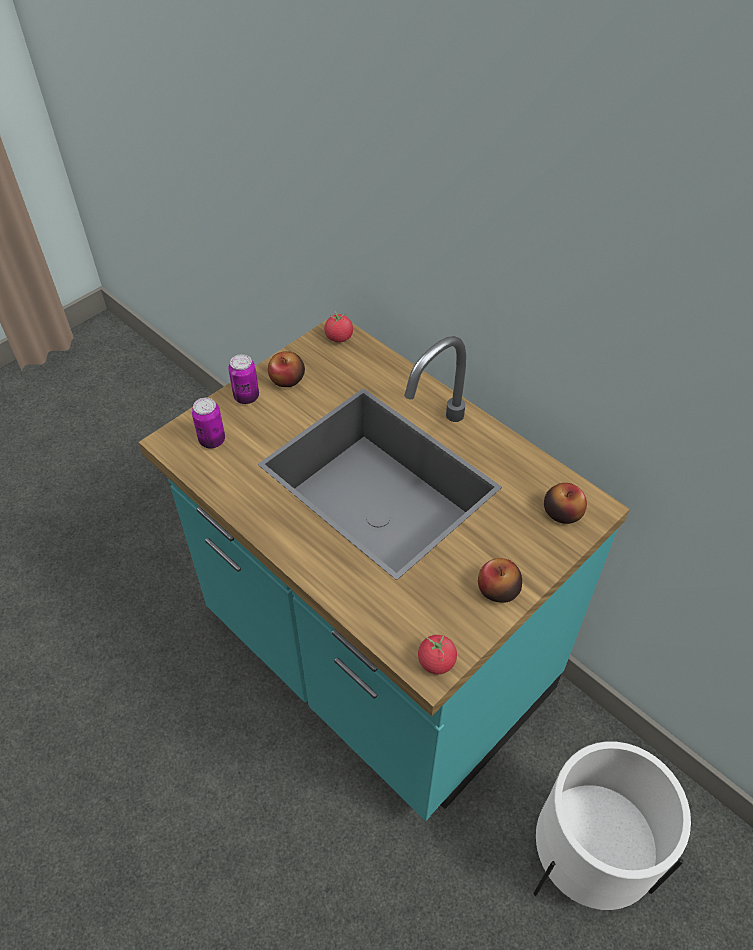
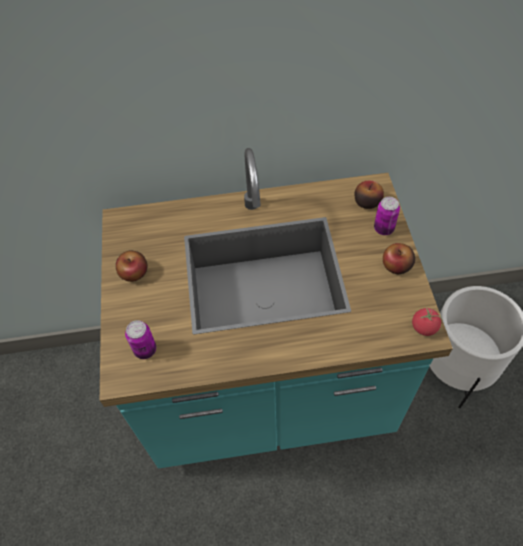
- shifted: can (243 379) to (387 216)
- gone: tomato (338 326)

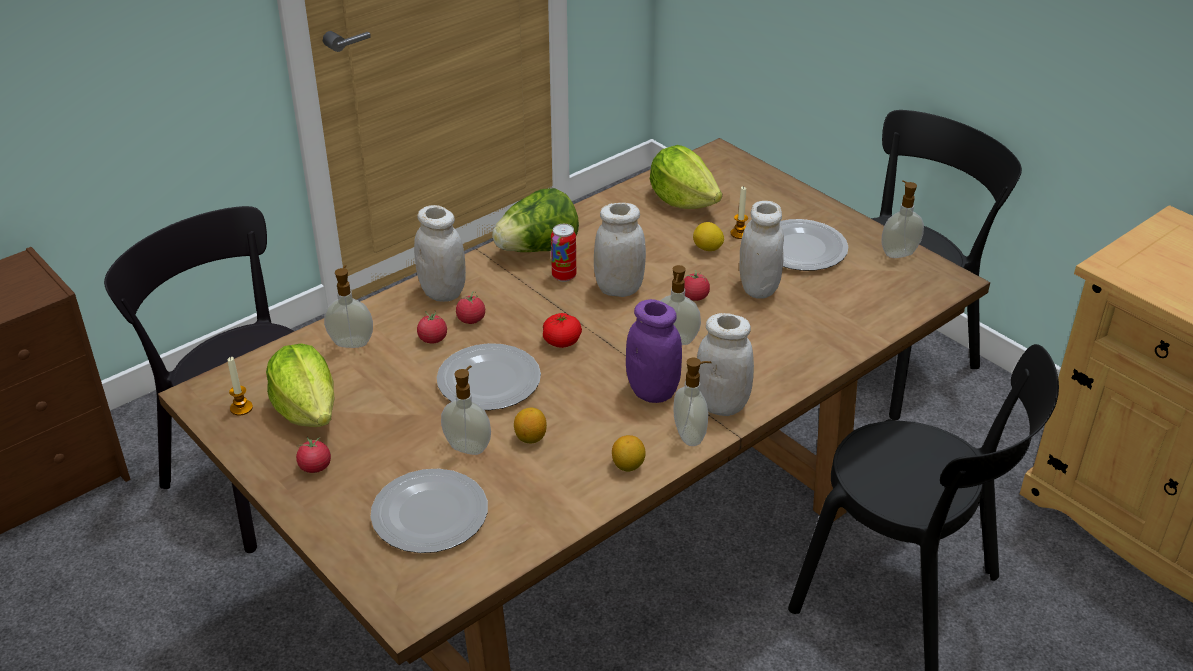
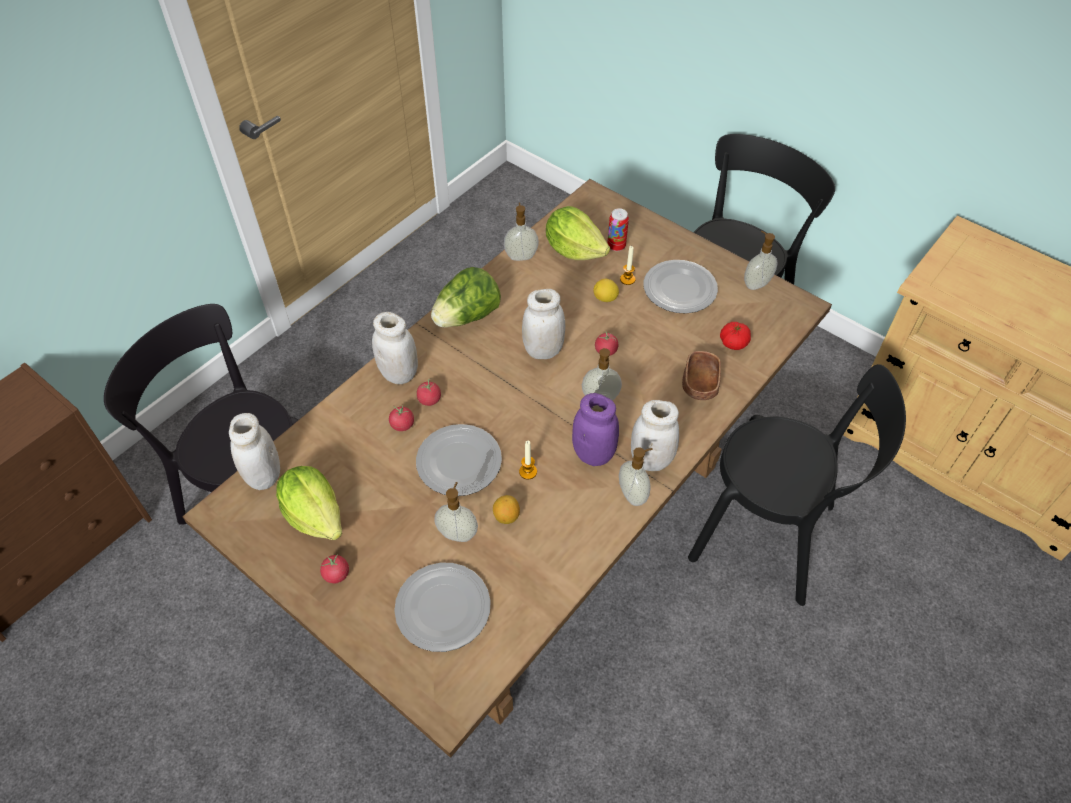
- shifted: white jar (762 250) to (254 451)
- shifted: soap dispenser (348 306) to (521 231)
- shifted: candle (240 386) to (528 460)
- shifted: can (563 253) to (618 229)
- new: brown bowl (701 375)
- shifted: tomato (562 330) to (735 336)
- gone: lemon (629 453)

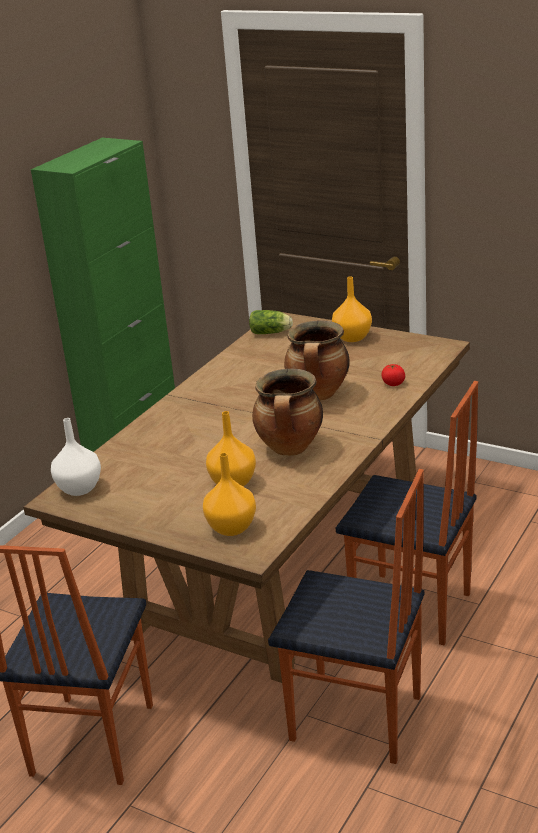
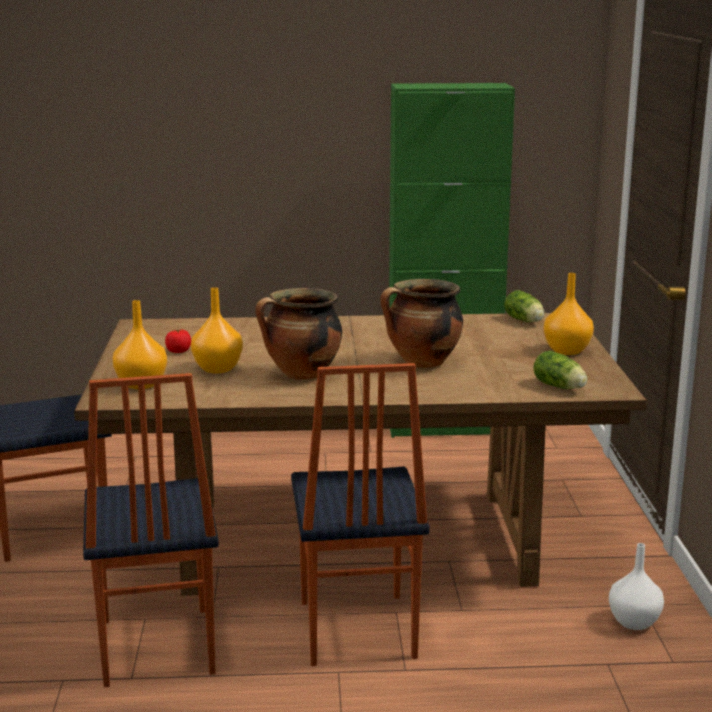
- shifted: tomato (393 375) to (178 341)
- new: lettuce (560 369)
- shifted: white vase (76 457) to (636 586)

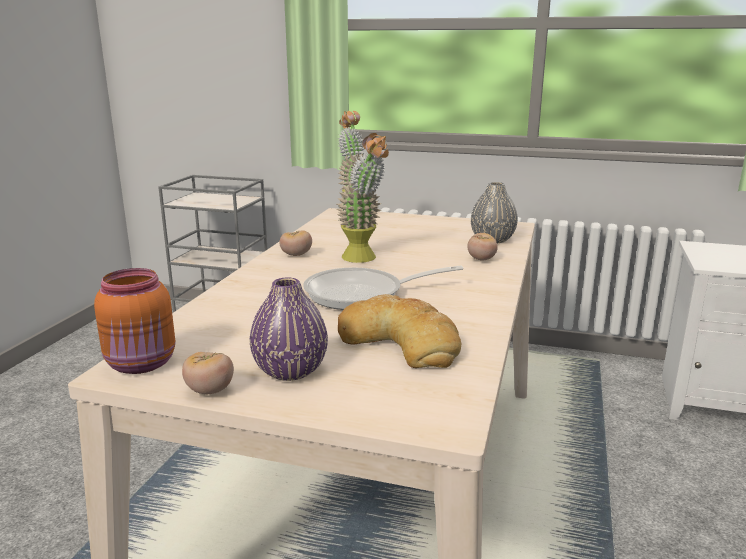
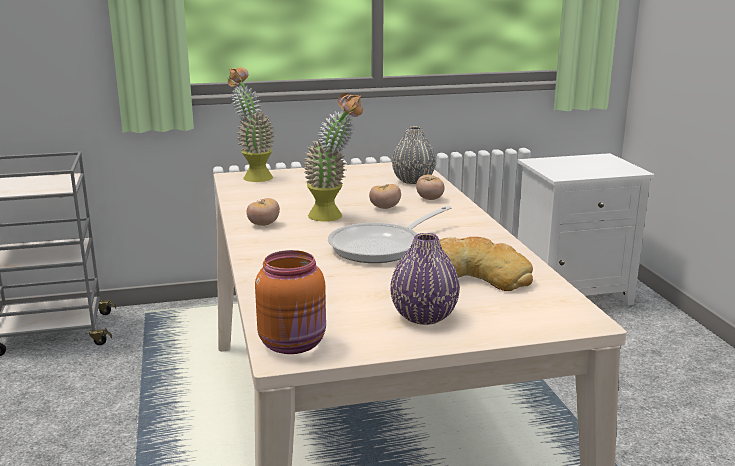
- shifted: tomato (208 373) to (385 196)

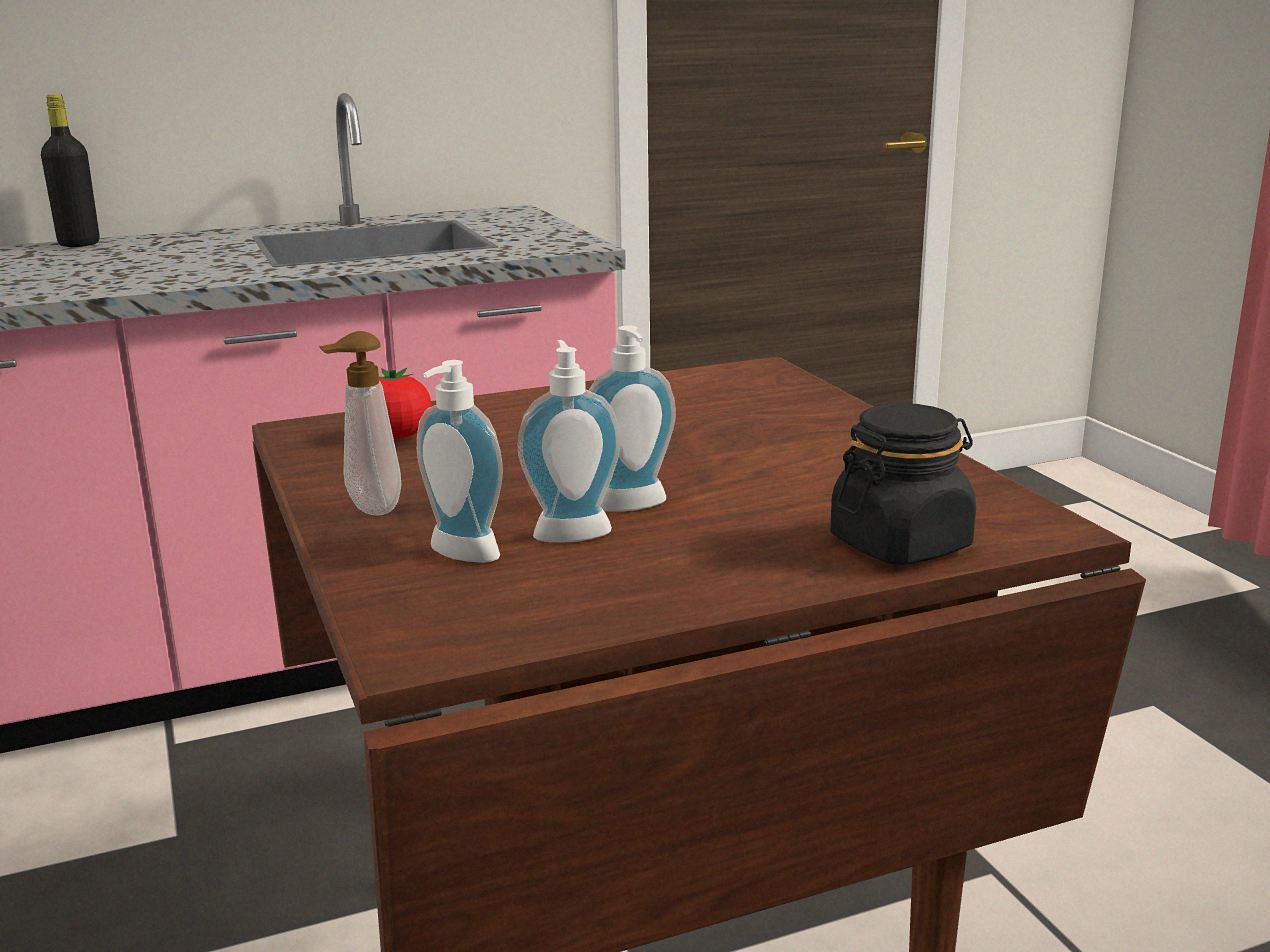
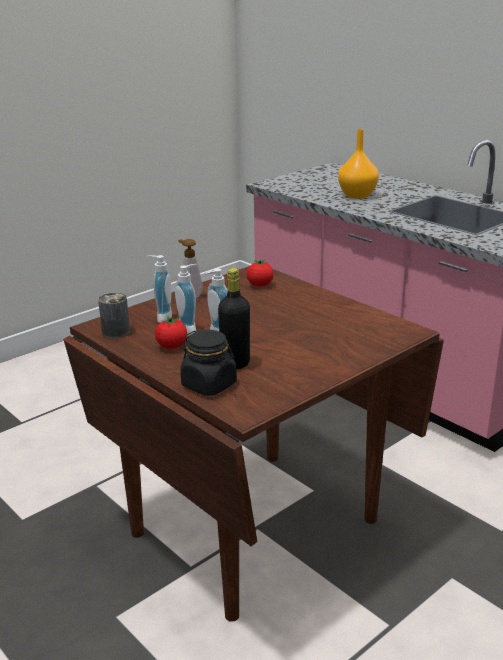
- new: can (114 315)
- new: tomato (171 332)
- shifted: black bottle (70 170) to (234 319)
- new: orange vase (358 163)

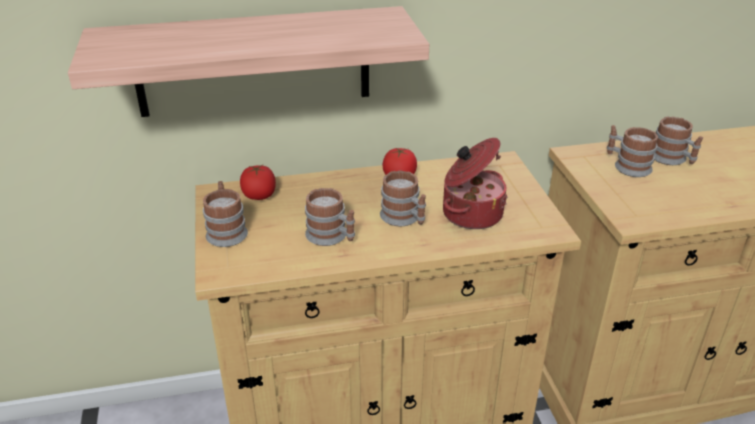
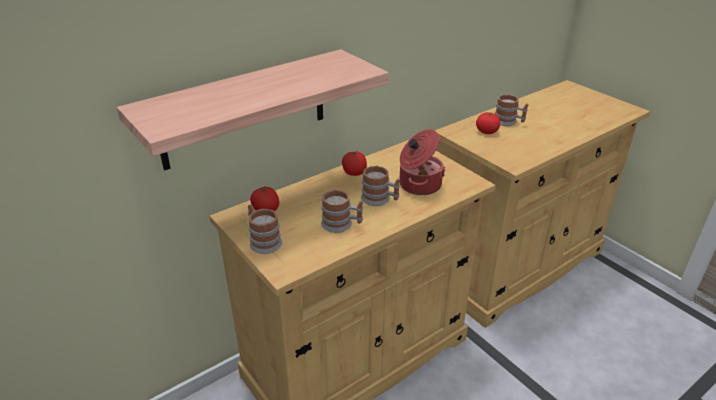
- swapped: mug (632 151) to tomato (488 123)

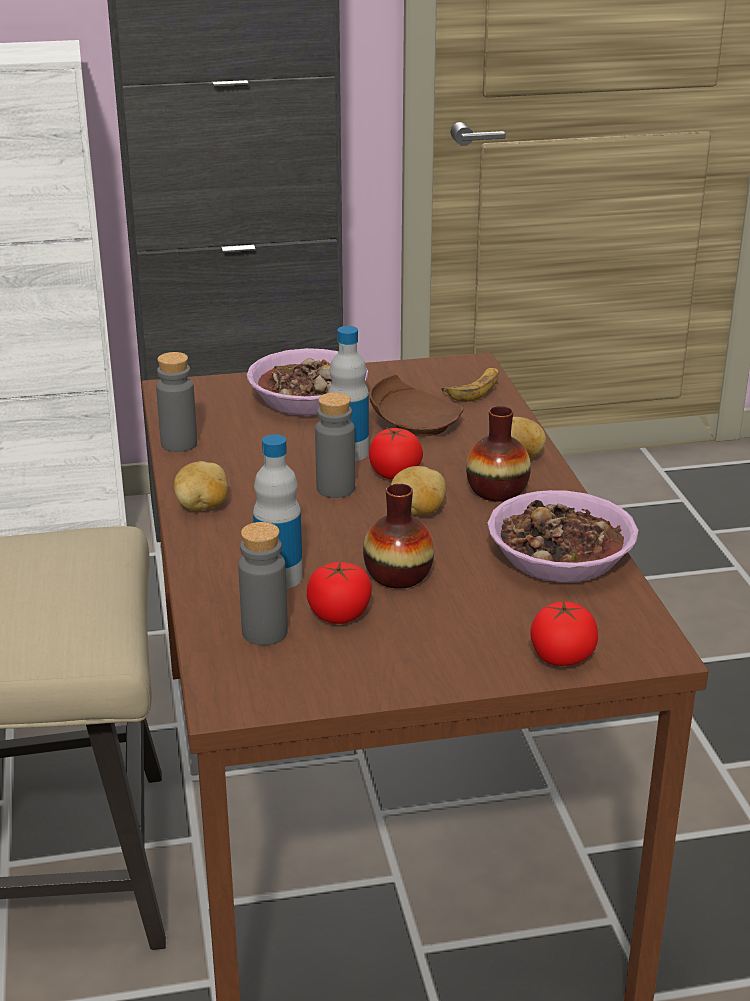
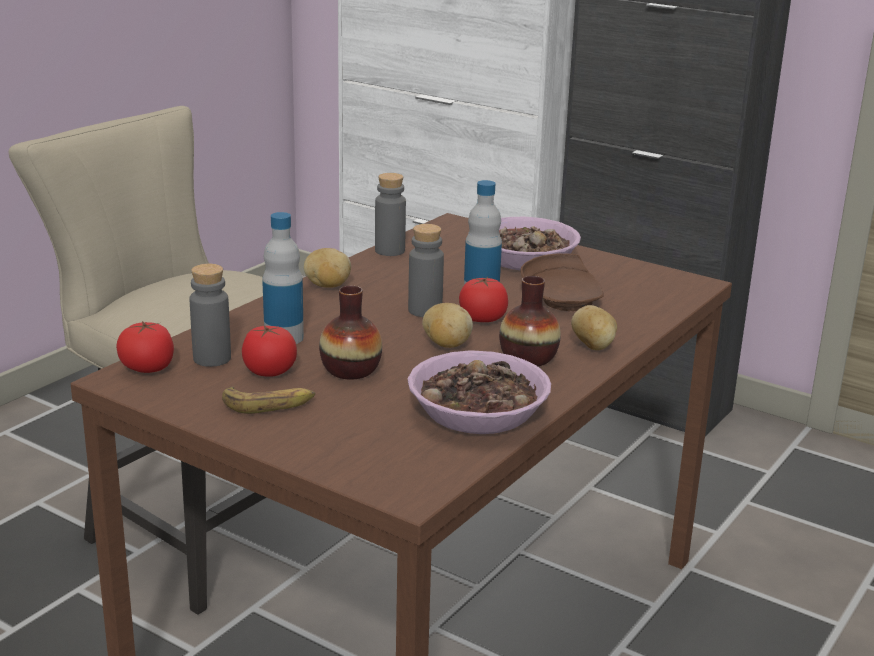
- shifted: tomato (564 632) to (145 347)
- shifted: banana (470 385) to (268 400)

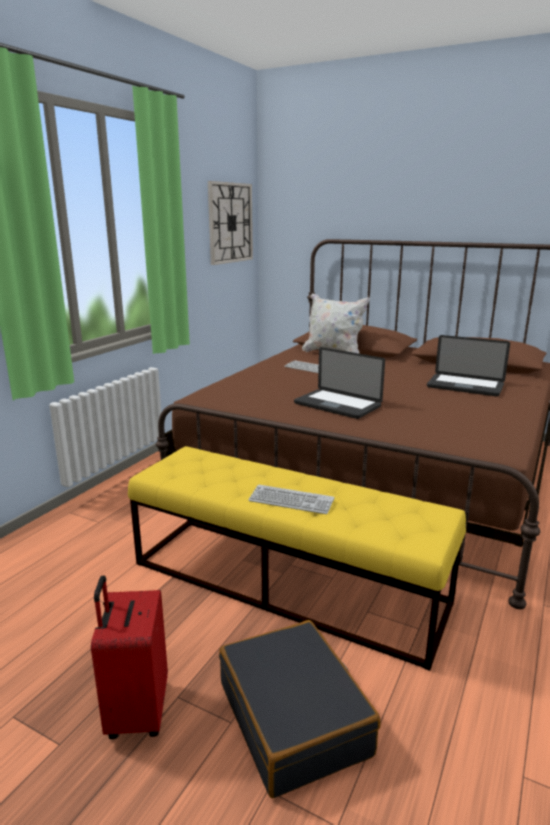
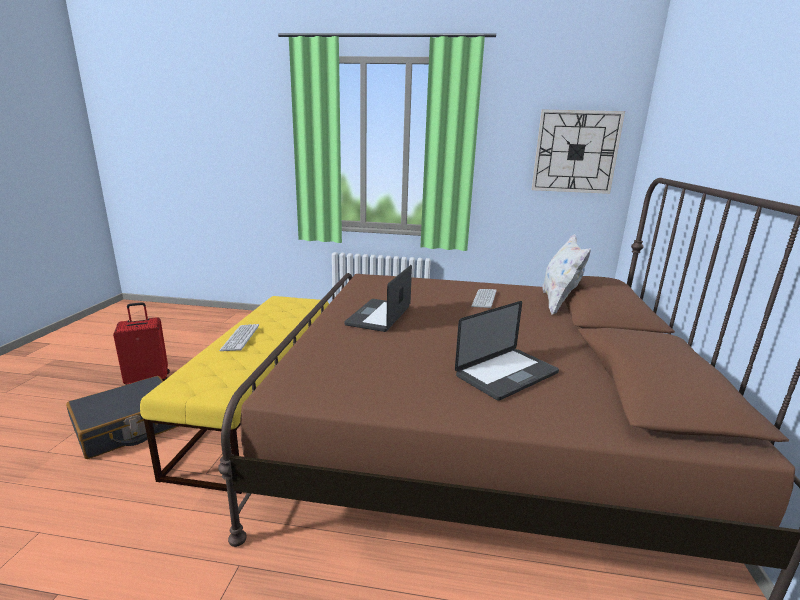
- rotated: laptop (468 365) = (507 351) 135 degrees counterclockwise

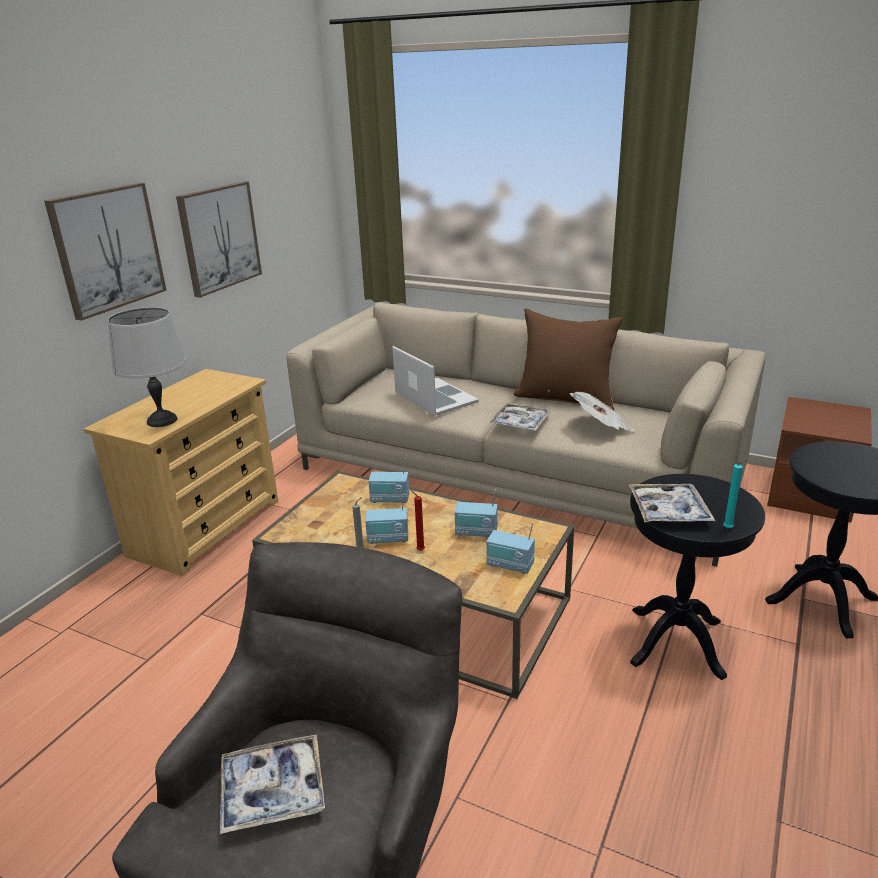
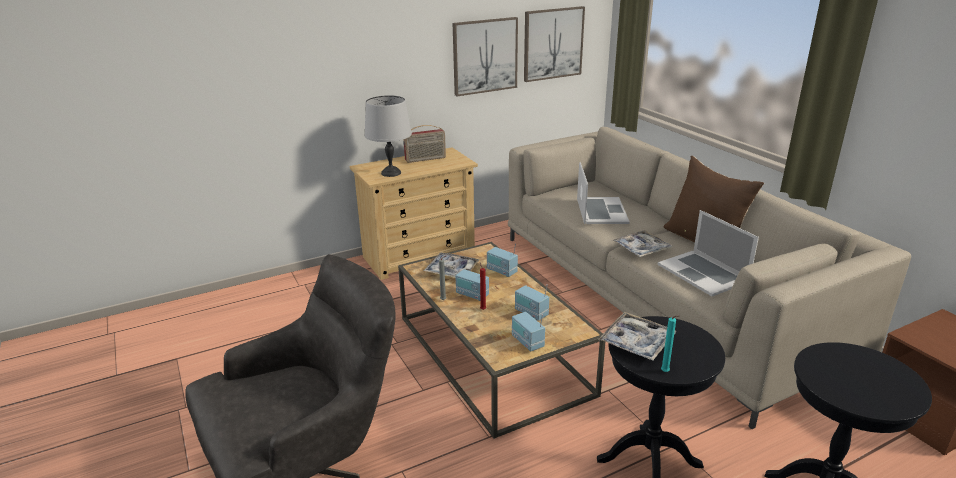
- new: radio (424 144)
- shifted: tray (272 784) to (452 265)
- shifted: picture (105 252) to (554 44)
- swapped: newspaper (602 412) to laptop (708 253)

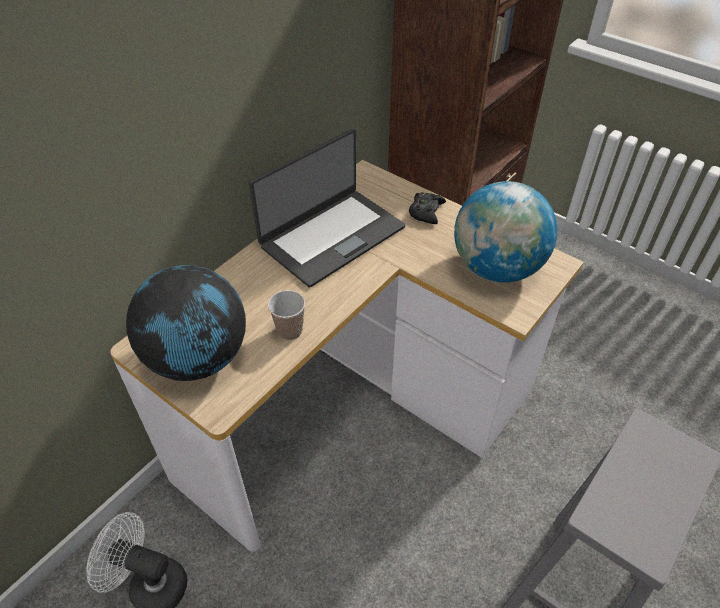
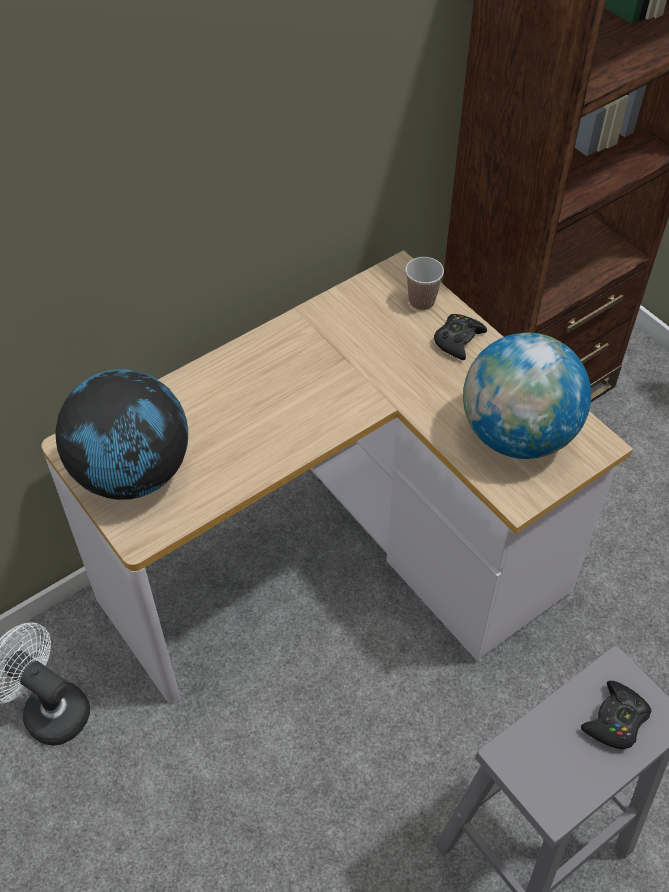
- shifted: cup (286 315) to (425 283)
- new: black game controller (616 715)
- gone: laptop (327 208)

